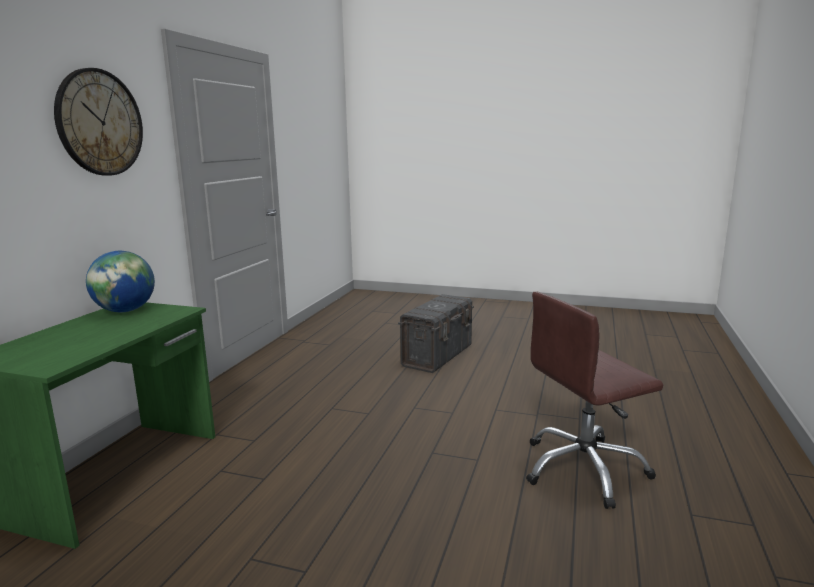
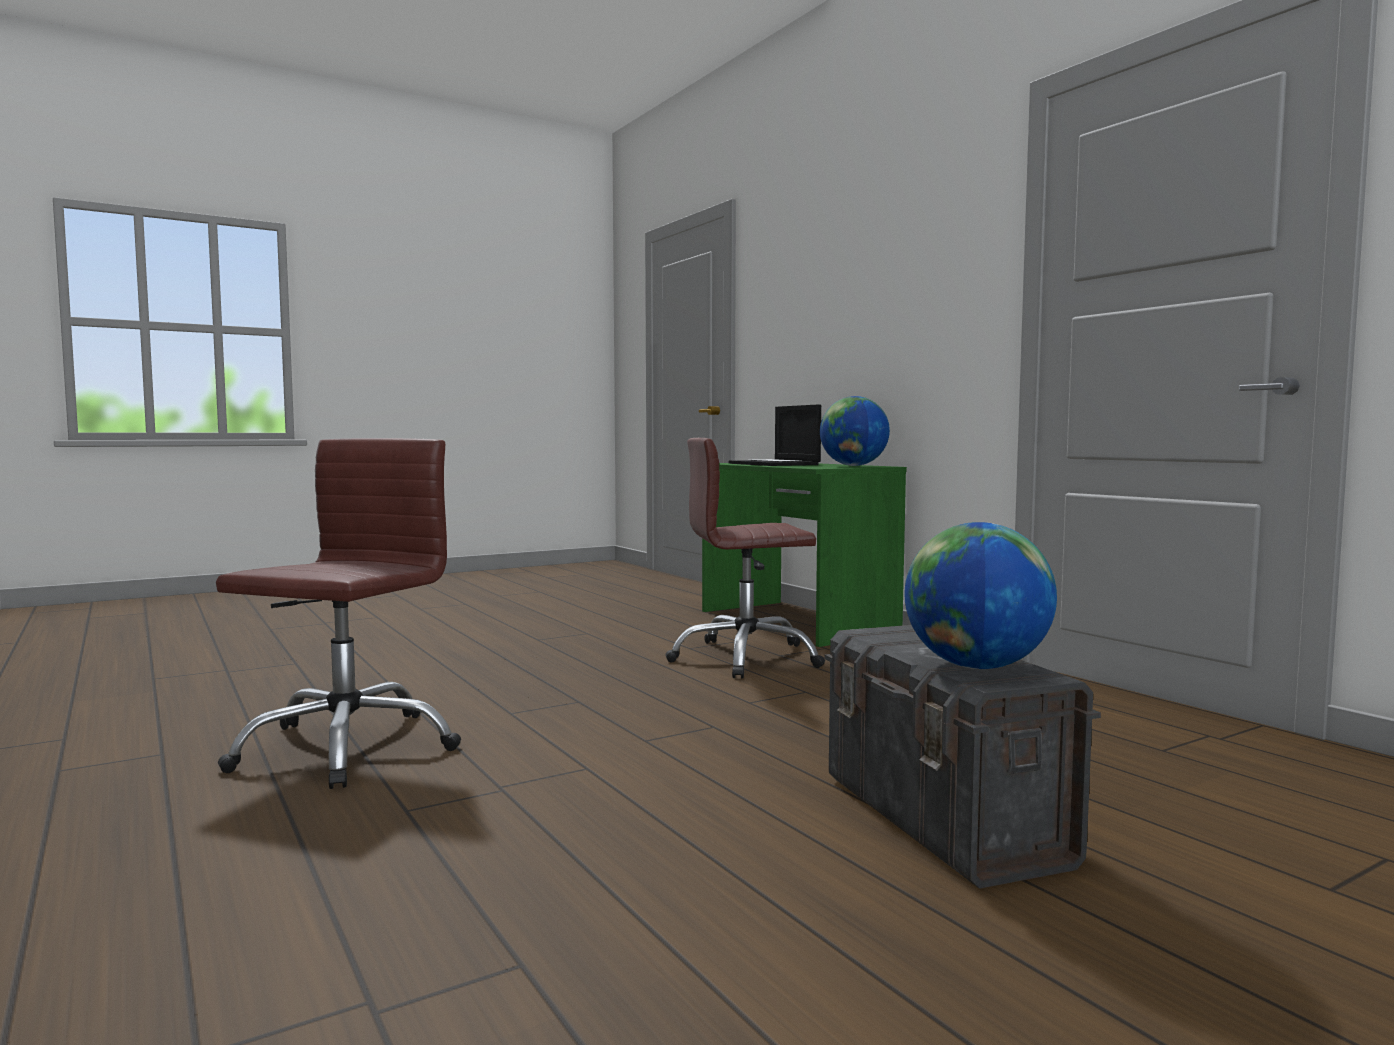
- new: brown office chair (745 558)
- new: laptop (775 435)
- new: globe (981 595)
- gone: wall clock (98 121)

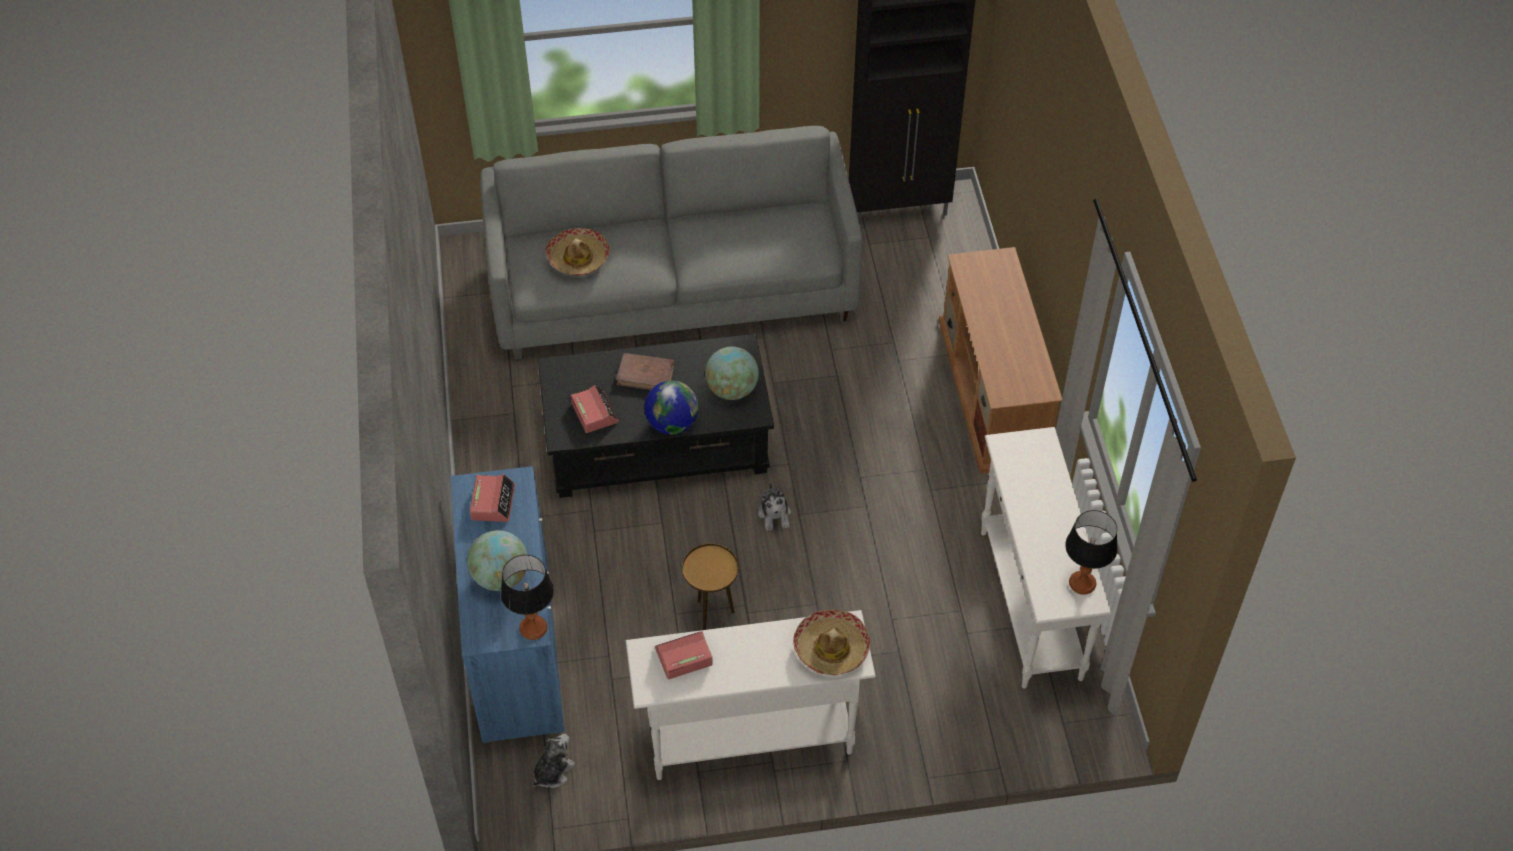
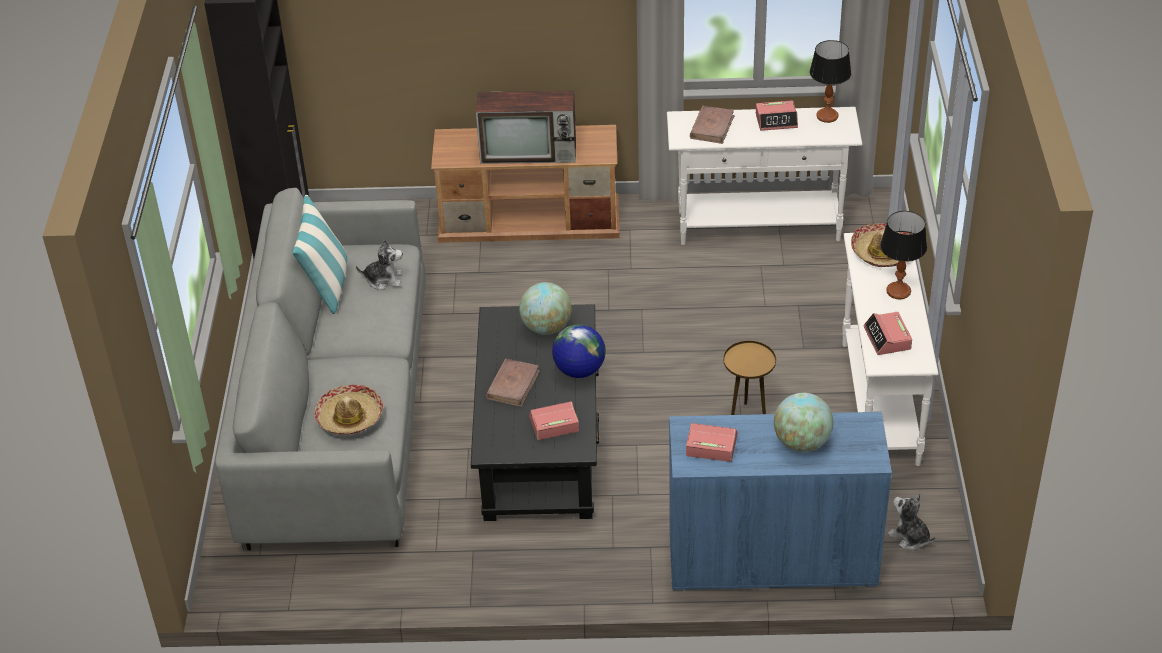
- new: pillow (320 254)
- shifted: plush toy (774 506) to (379 264)
- new: television (526 127)
- new: brown book (712 125)
- new: alarm clock (777 116)
- shifted: table lamp (527 597) to (903 255)

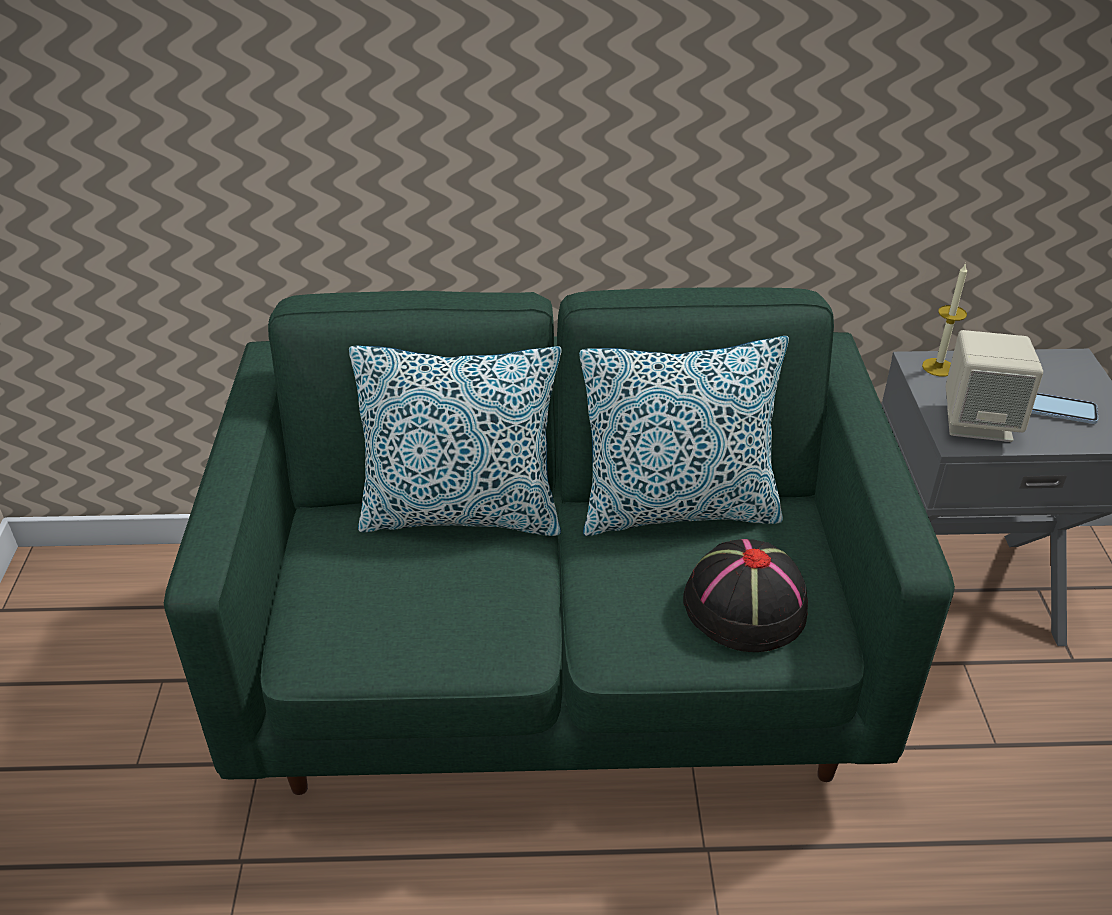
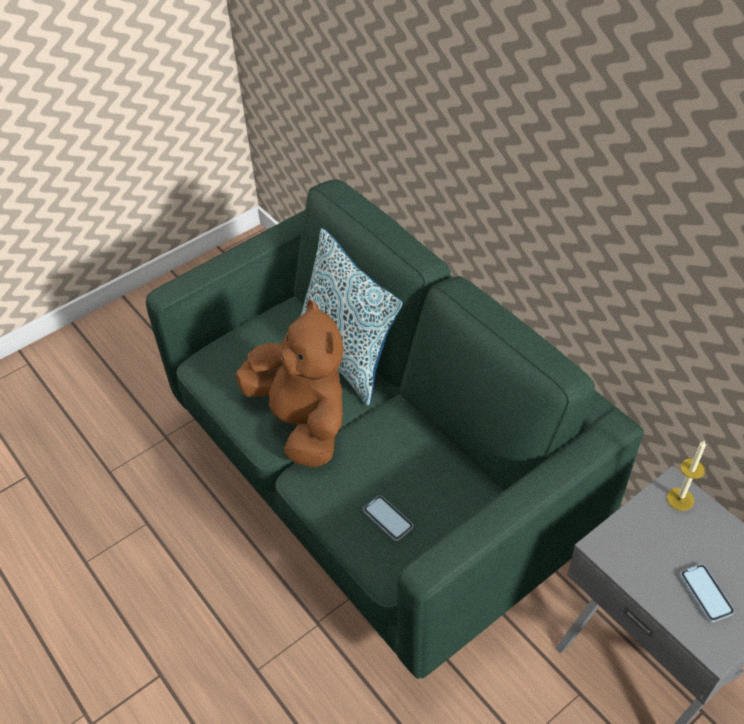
- new: brown plush toy (290 383)
- swapped: black hat (745 595) to phone (388 518)
- gone: pillow (684 436)
- gone: beige speaker (994 386)

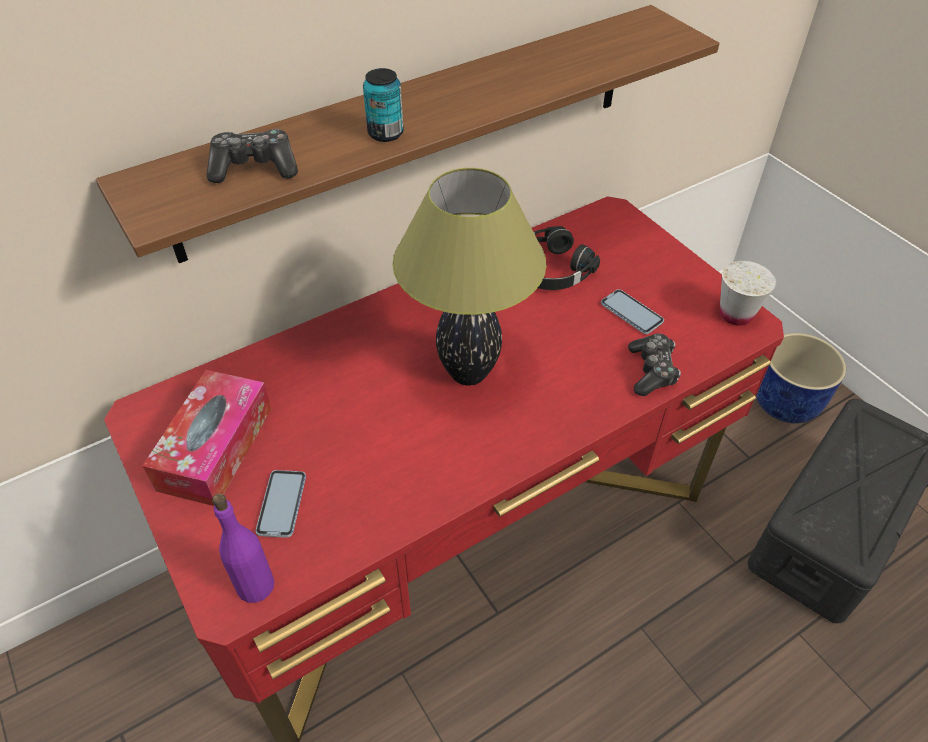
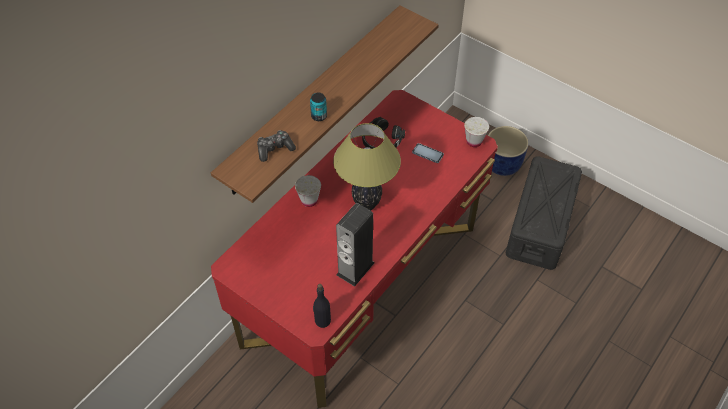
- new: white cup (308 191)
- repainted: purple bottle (243 548) to black bottle (322 306)
- new: speaker (355 245)
- gone: tissue box (207 438)
- gone: phone (280 504)
- gone: game controller (654 364)

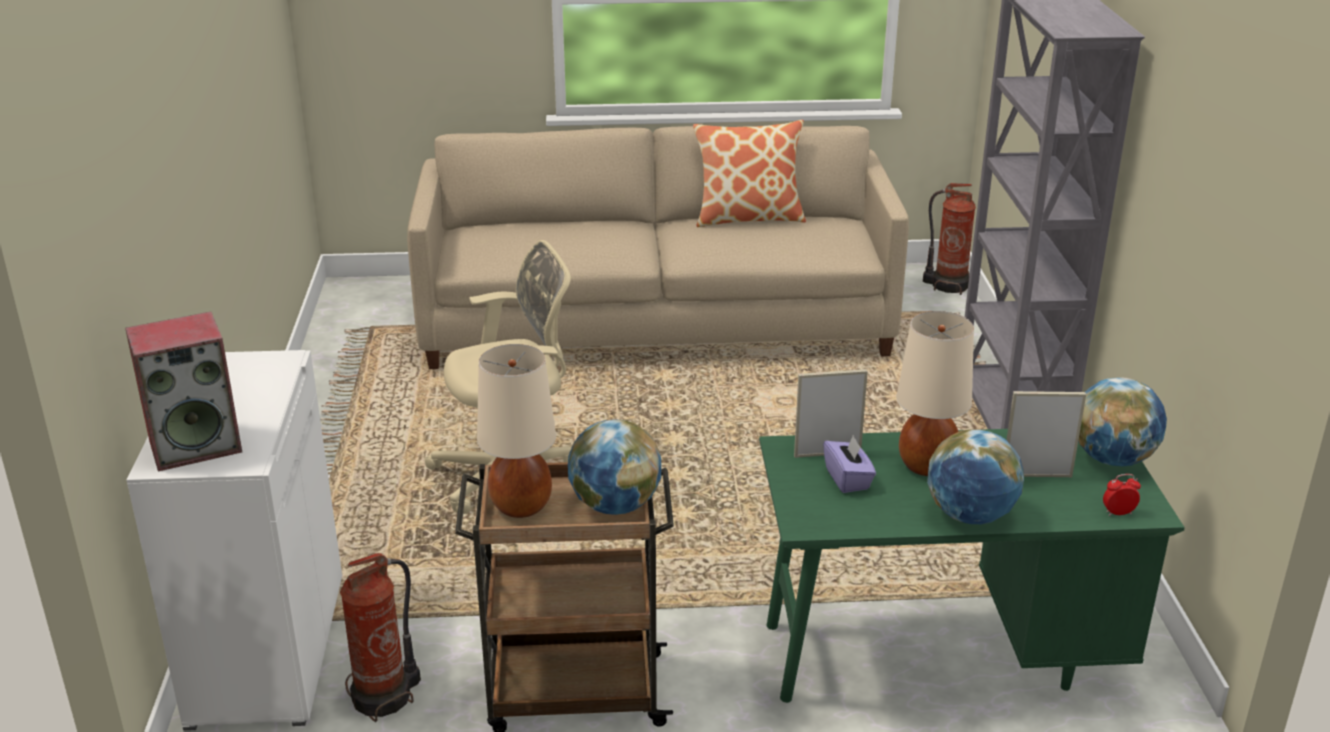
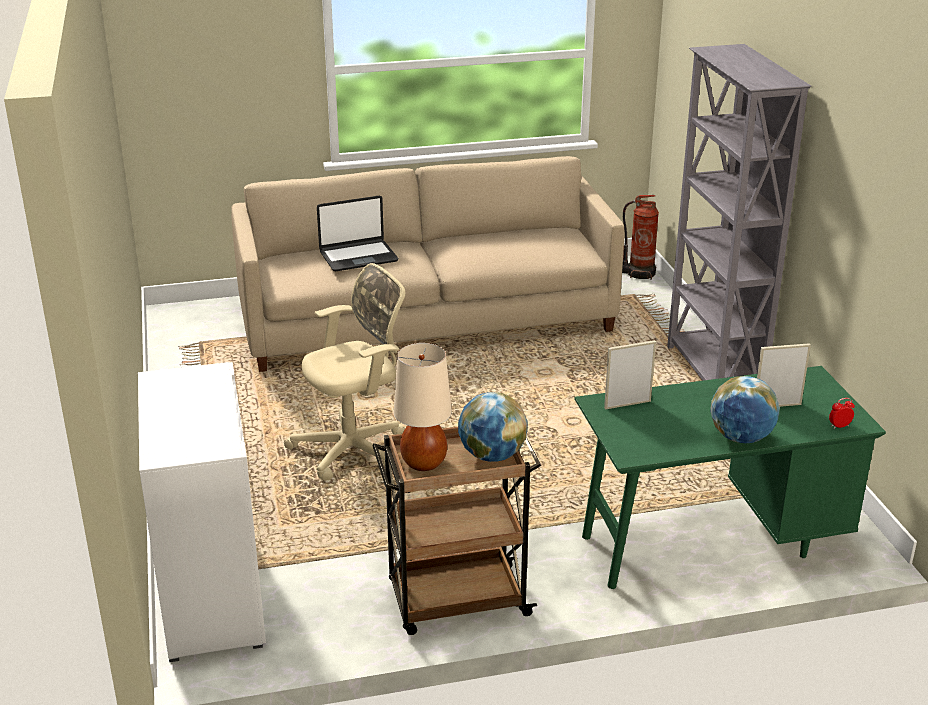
- new: laptop (357 233)
- gone: speaker (183 391)
- gone: fire extinguisher (380 637)
- gone: pillow (749 173)
- gone: purple tissue box (849 464)
- gone: beige table lamp (935 393)
- gone: globe (1122 421)

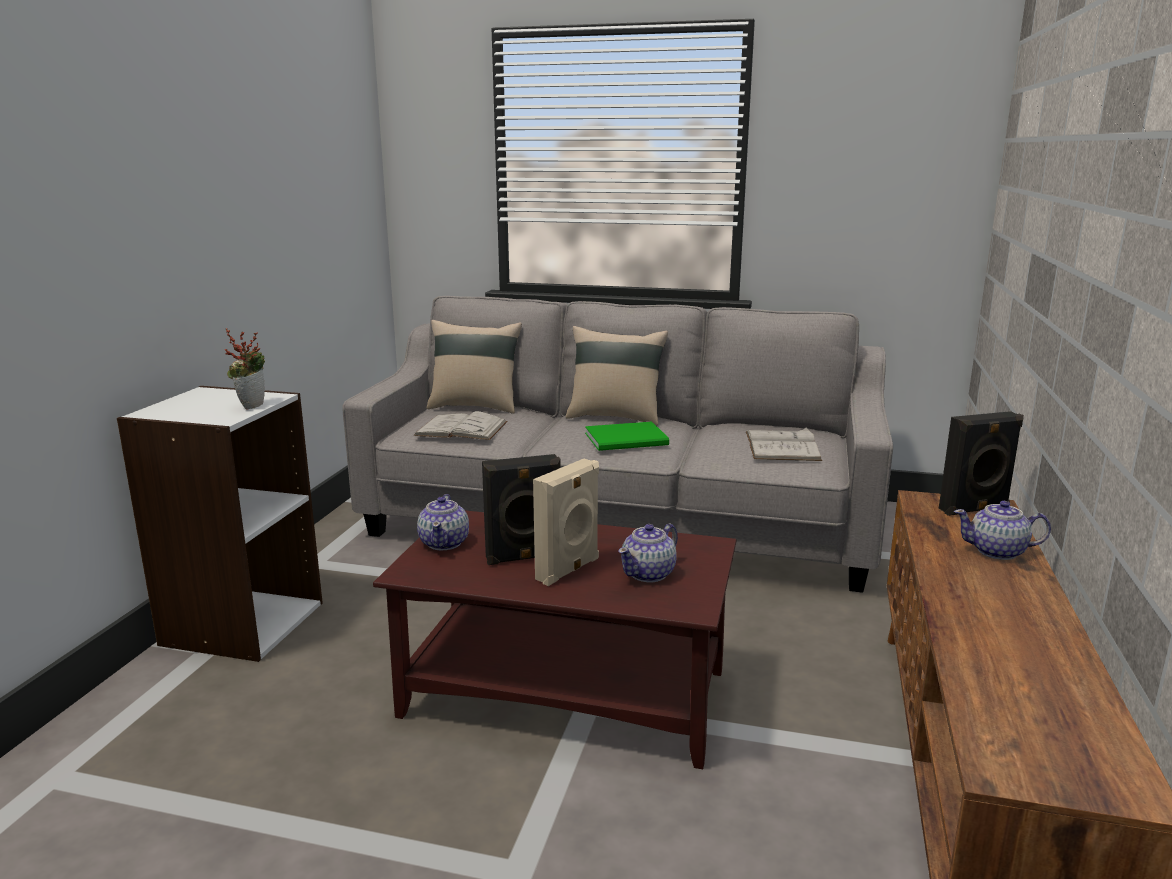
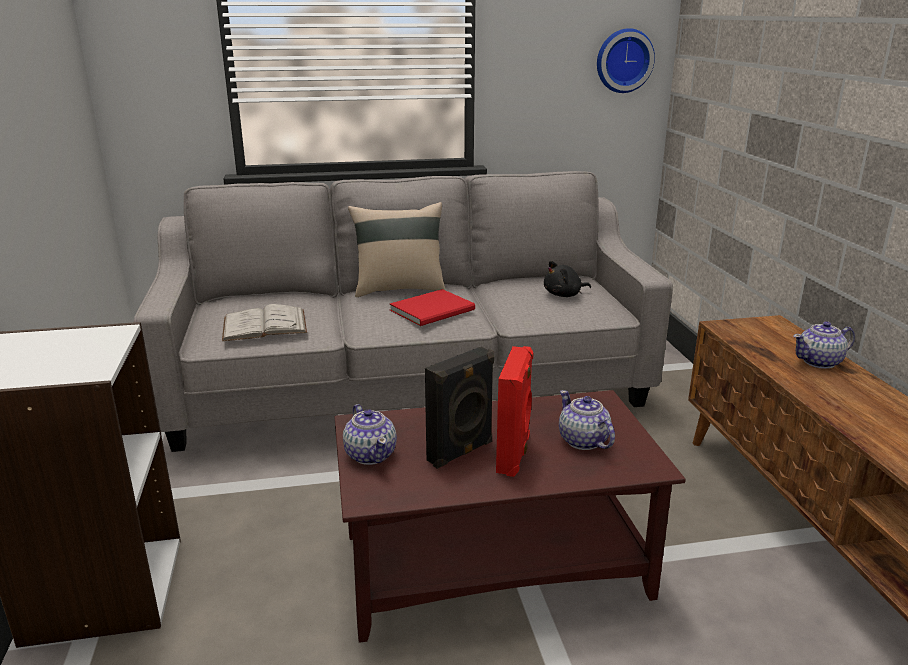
- repainted: green book (627 436) to red book (432 307)
- repainted: beige speaker (566 522) to red speaker (515 411)
- swapped: white book (784 444) to black plush toy (567 279)
- rotated: teapot (648 552) = (587 420) 135 degrees clockwise
- new: wall clock (626 60)
- gone: potted plant (245 368)
- gone: beige pillow (474 367)
- gone: black speaker (981 463)

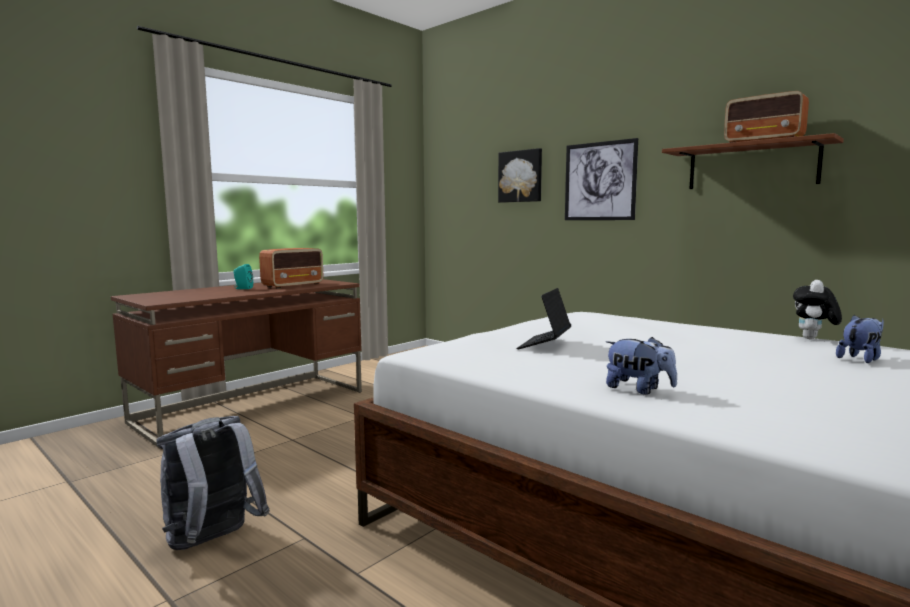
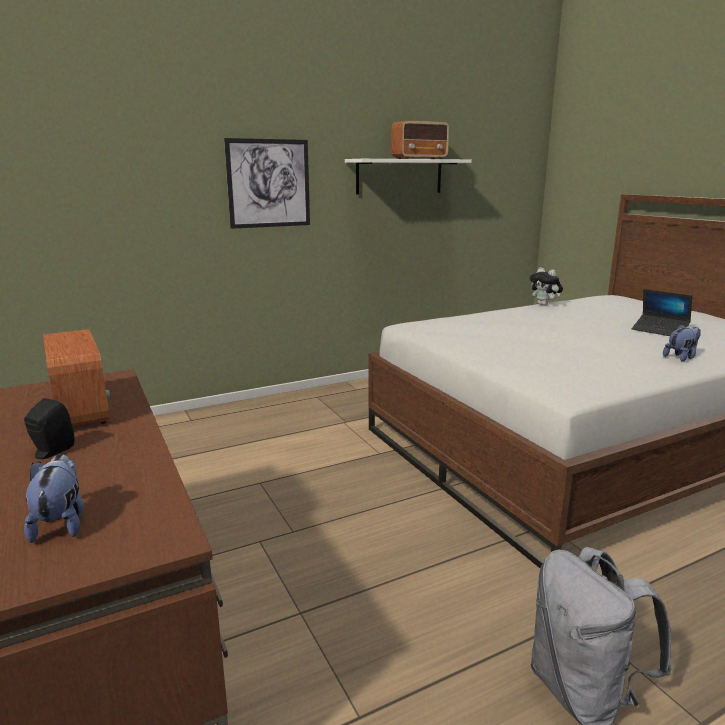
- repainted: turquoise speaker (243 276) to black speaker (49 428)
- shifted: plush toy (860 338) to (54 498)
- repainted: brown shelf (753 161) to white shelf (408 177)
- shifted: laptop (543 318) to (662 312)
- gone: picture (520 175)

